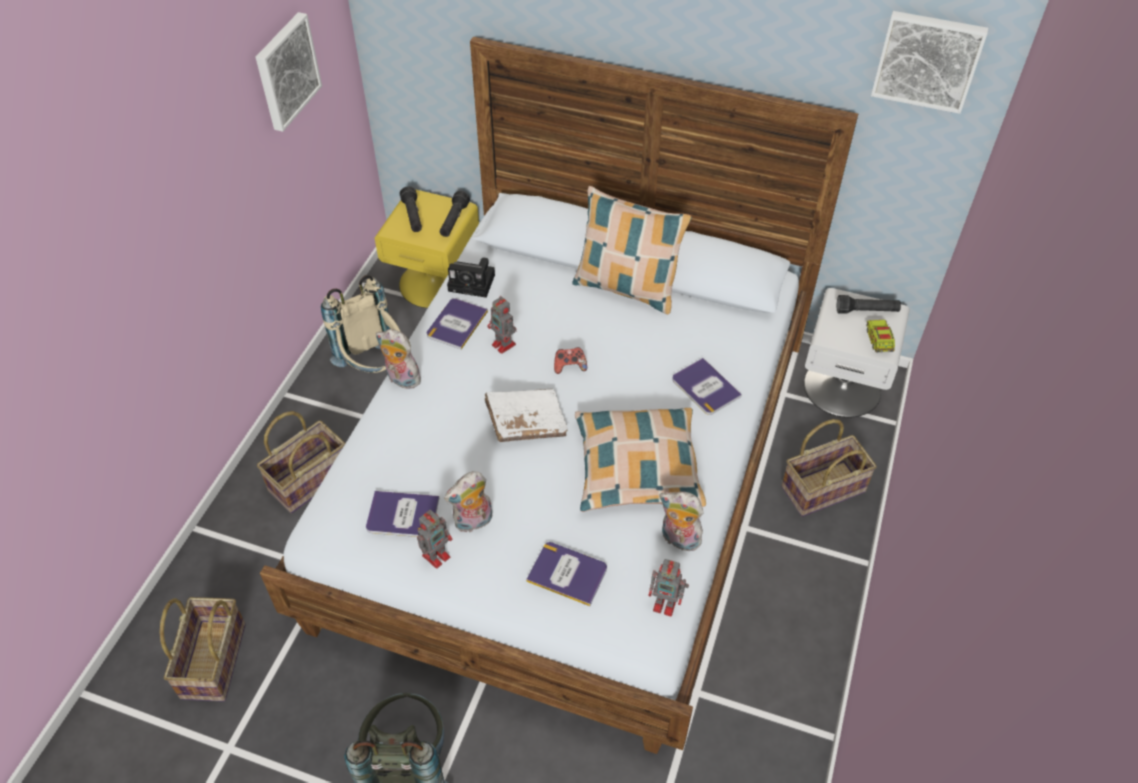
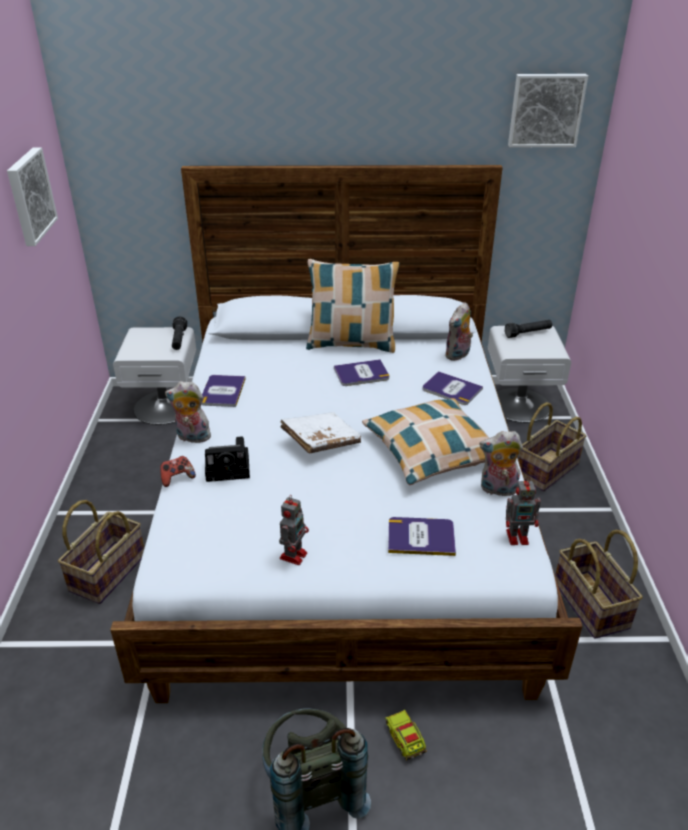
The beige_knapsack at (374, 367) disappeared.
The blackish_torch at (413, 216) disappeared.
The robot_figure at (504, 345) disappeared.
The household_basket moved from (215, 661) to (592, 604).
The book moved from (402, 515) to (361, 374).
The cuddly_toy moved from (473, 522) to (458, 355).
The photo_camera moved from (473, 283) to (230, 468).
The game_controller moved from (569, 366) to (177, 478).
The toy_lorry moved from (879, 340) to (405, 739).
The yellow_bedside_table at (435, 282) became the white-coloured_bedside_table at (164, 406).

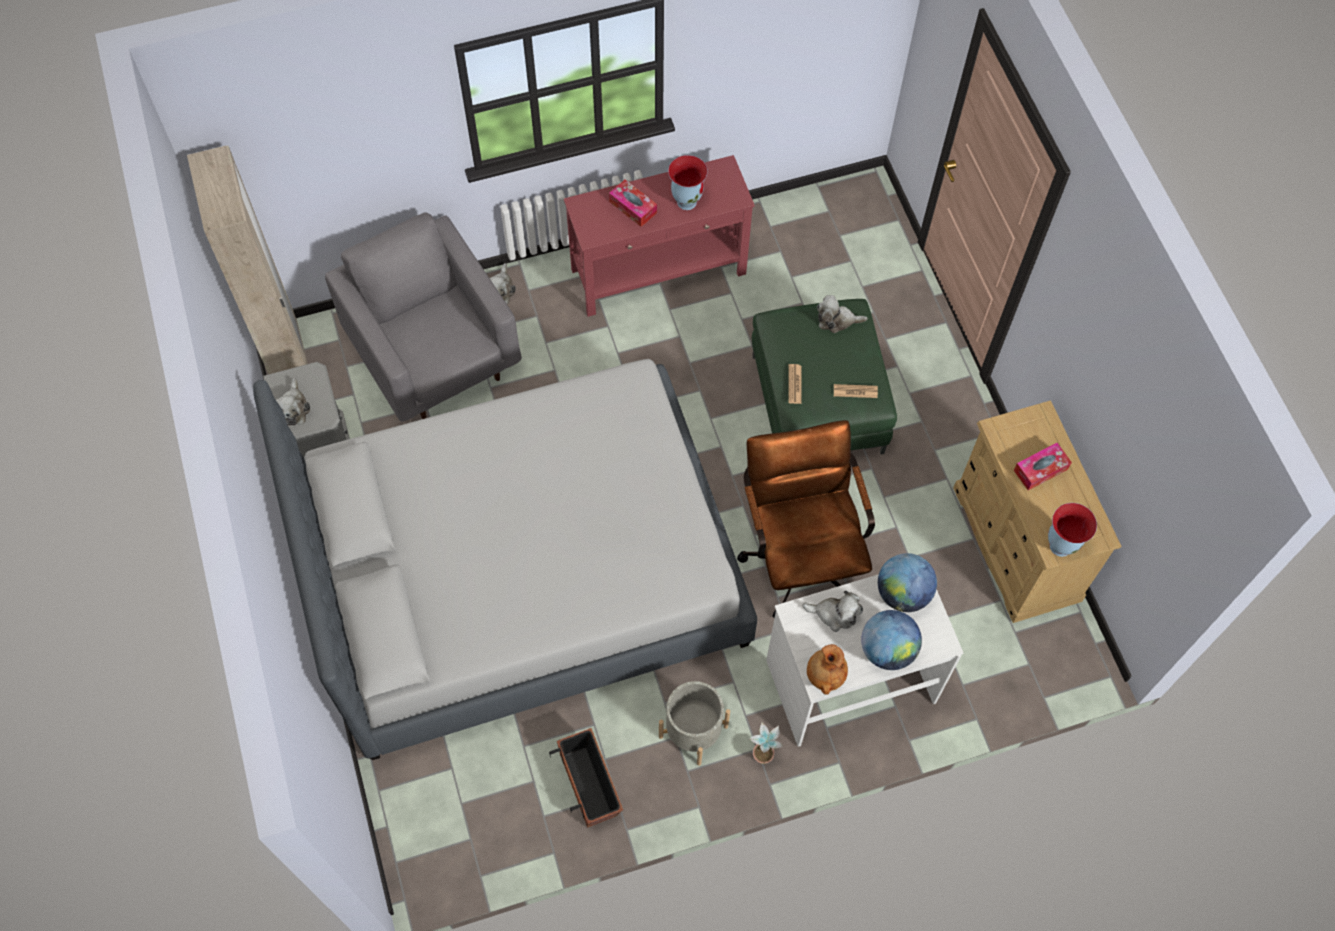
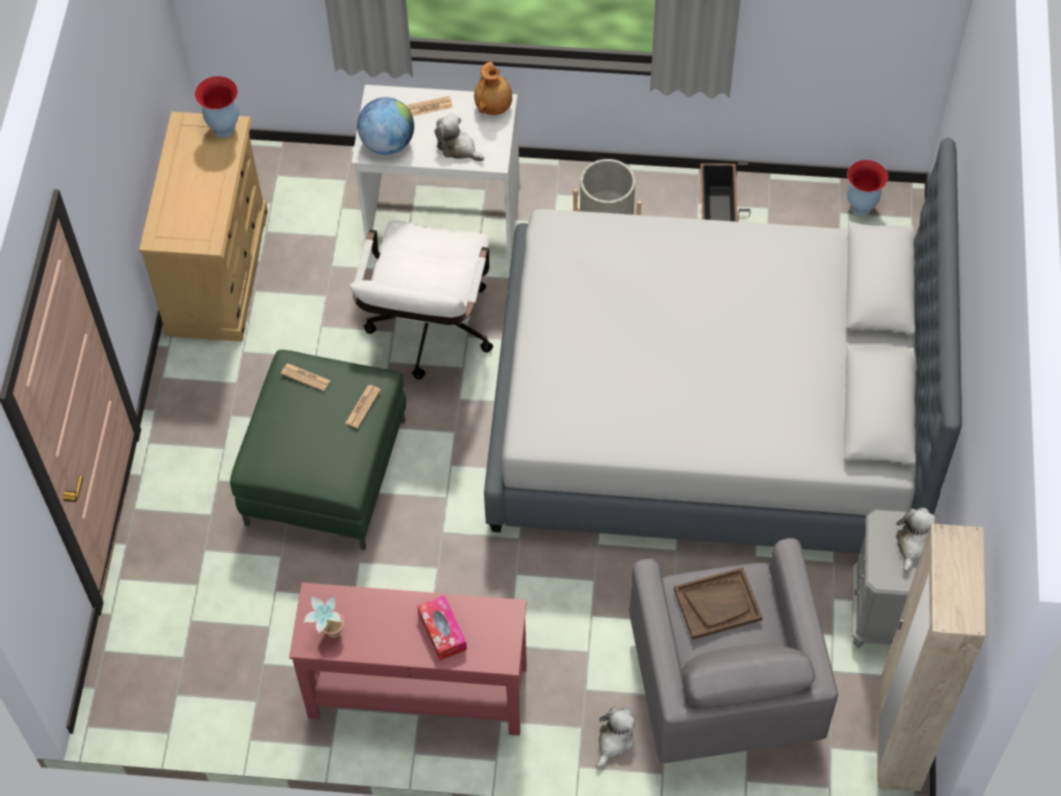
The cuddly_toy at (837, 320) disappeared.
The tissue_box at (1040, 470) disappeared.
The brown_serving_tray at (717, 604) appeared.
The flower_vase moved from (686, 201) to (860, 208).
The potted_plant moved from (764, 753) to (329, 635).
The desk_globe at (887, 650) was replaced by the newspaper at (428, 107).
The brown_office_chair at (799, 554) became the white-coloured_office_chair at (428, 335).

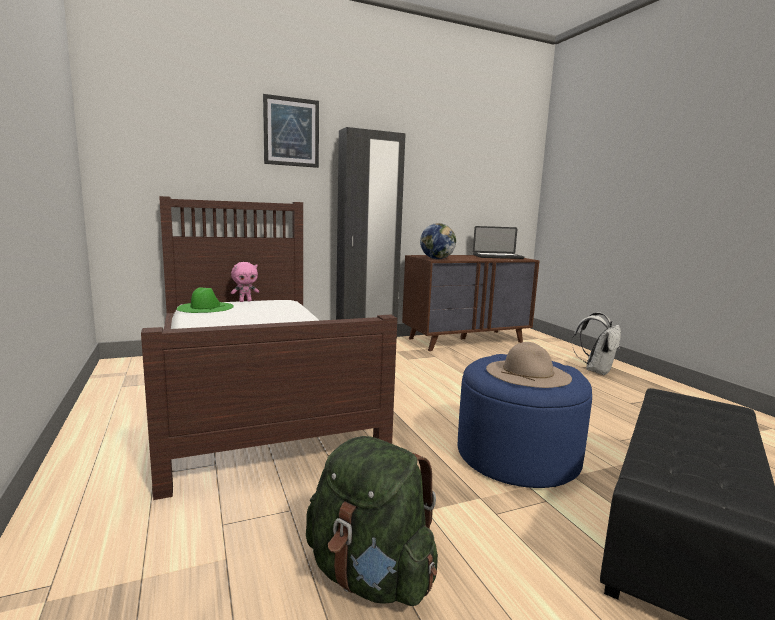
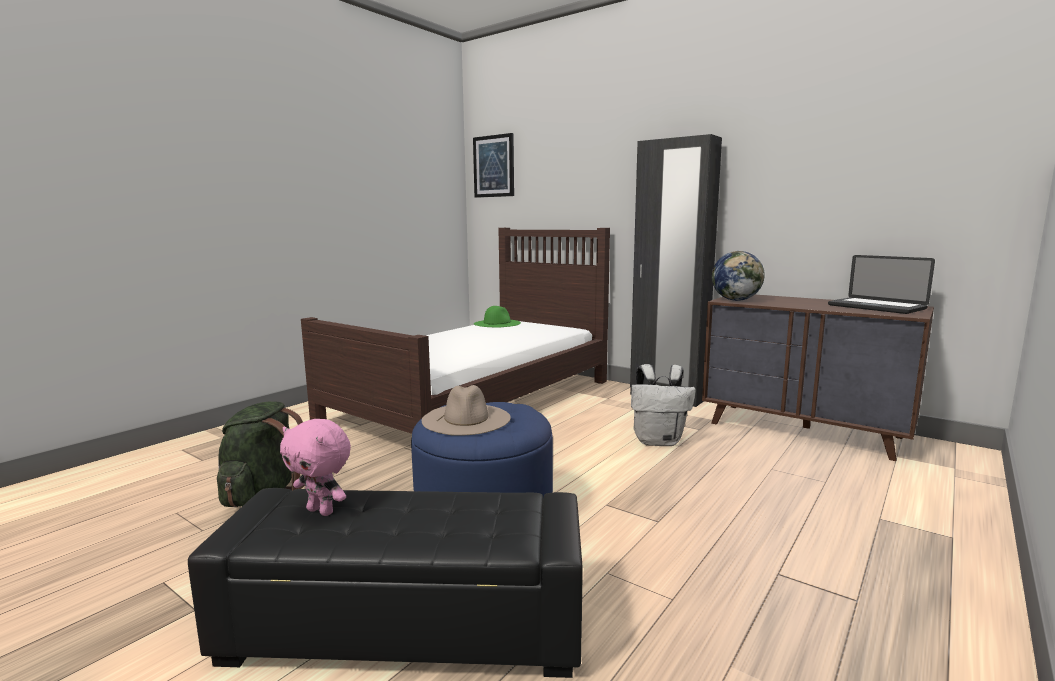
The pink_cuddly_toy moved from (245, 301) to (322, 511).
The picture moved from (291, 132) to (494, 166).
The white-coloured_knapsack moved from (596, 371) to (658, 441).

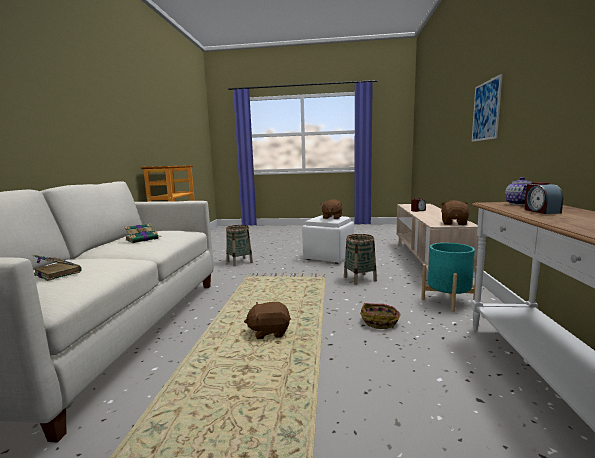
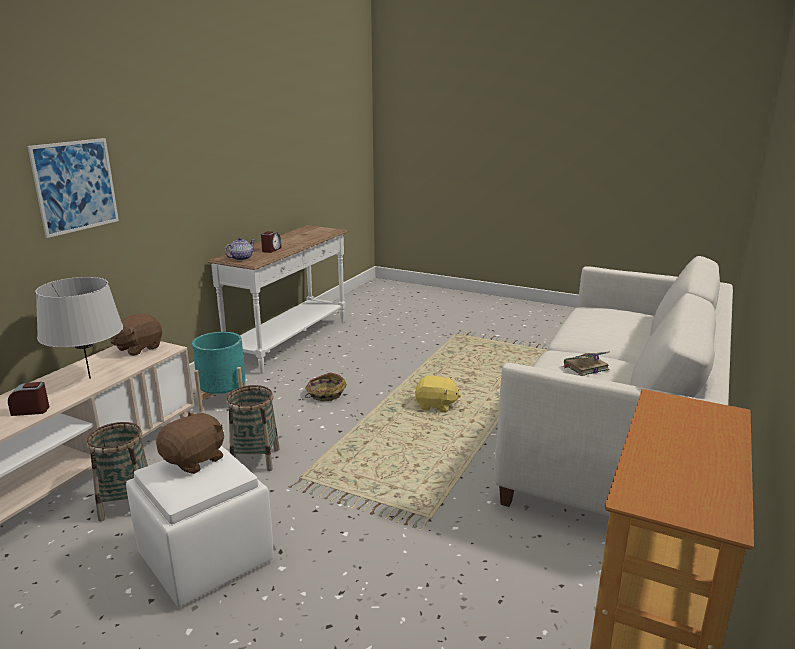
The book at (57, 273) disappeared.
The greyish_lamp_for_a_table at (89, 378) appeared.
The household_basket moved from (239, 262) to (126, 504).
The brown_cuddly_toy at (269, 332) became the yellow_cuddly_toy at (436, 406).

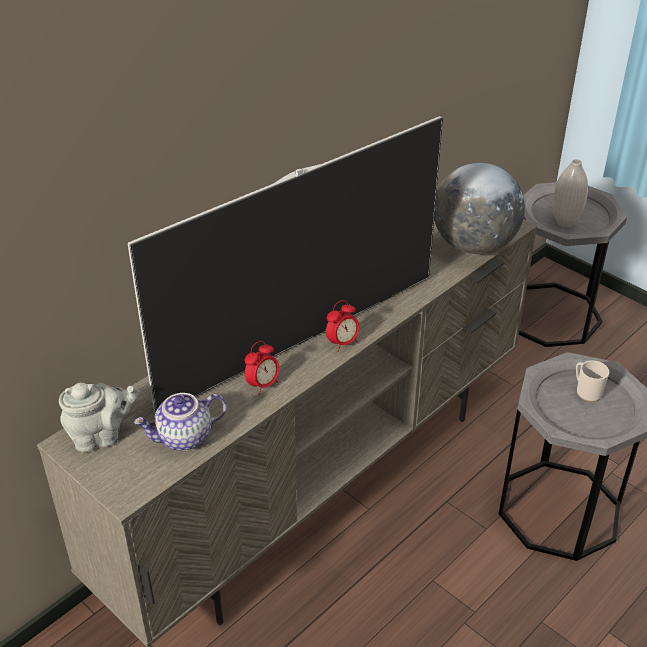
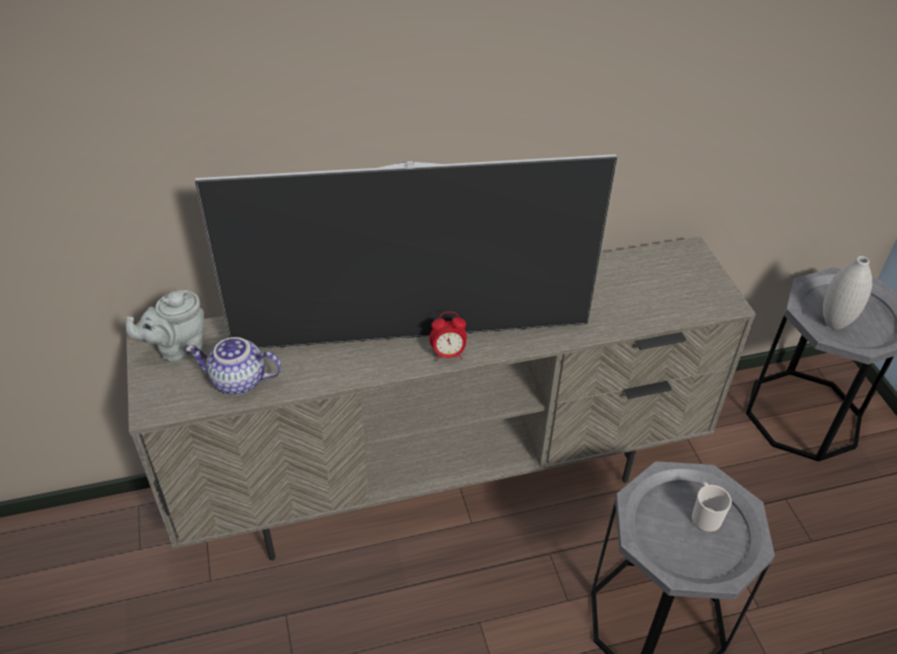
The bedside_clock at (263, 385) disappeared.
The desk_globe at (473, 245) disappeared.
The greyish_pot_for_tea at (102, 436) turned 135 degrees clockwise.

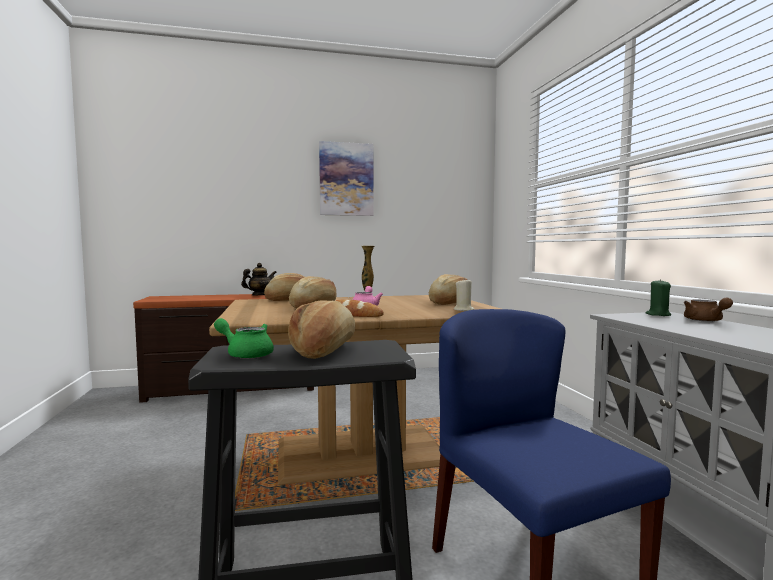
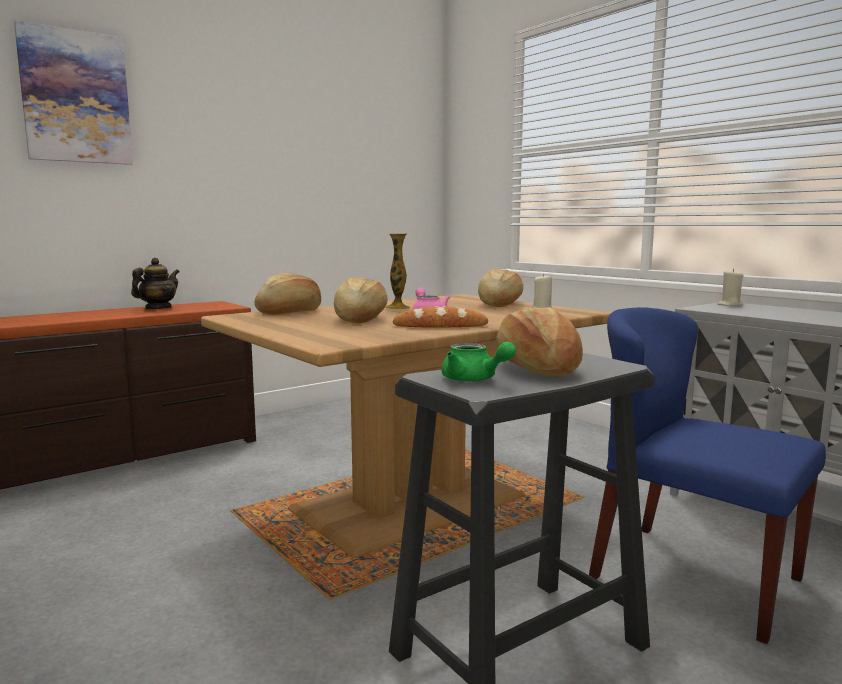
The brown_pot_for_tea at (705, 321) disappeared.
The picture moved from (346, 179) to (76, 97).
The green-coloured_wax_light at (658, 314) became the beige_wax_light at (729, 305).
The green-coloured_pot_for_tea at (246, 354) turned 135 degrees counterclockwise.

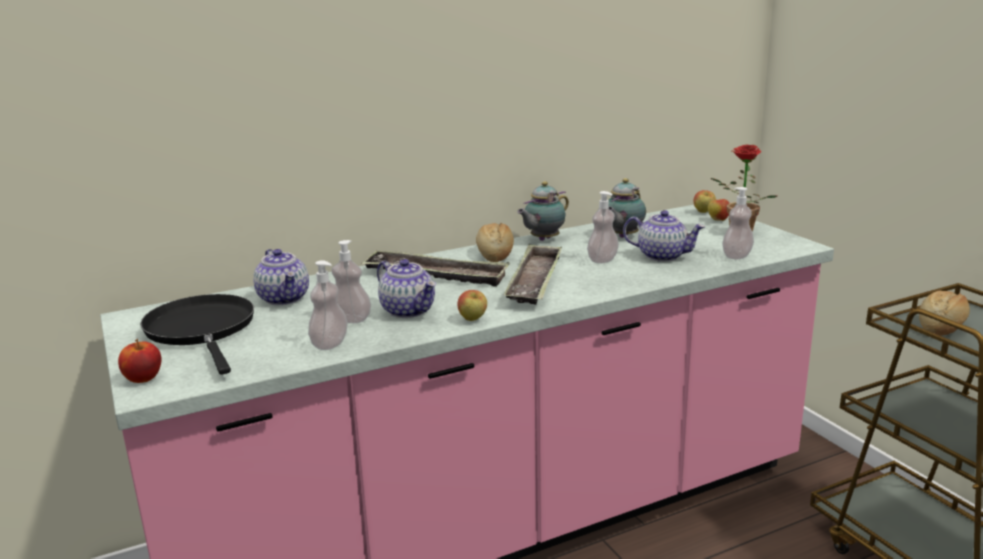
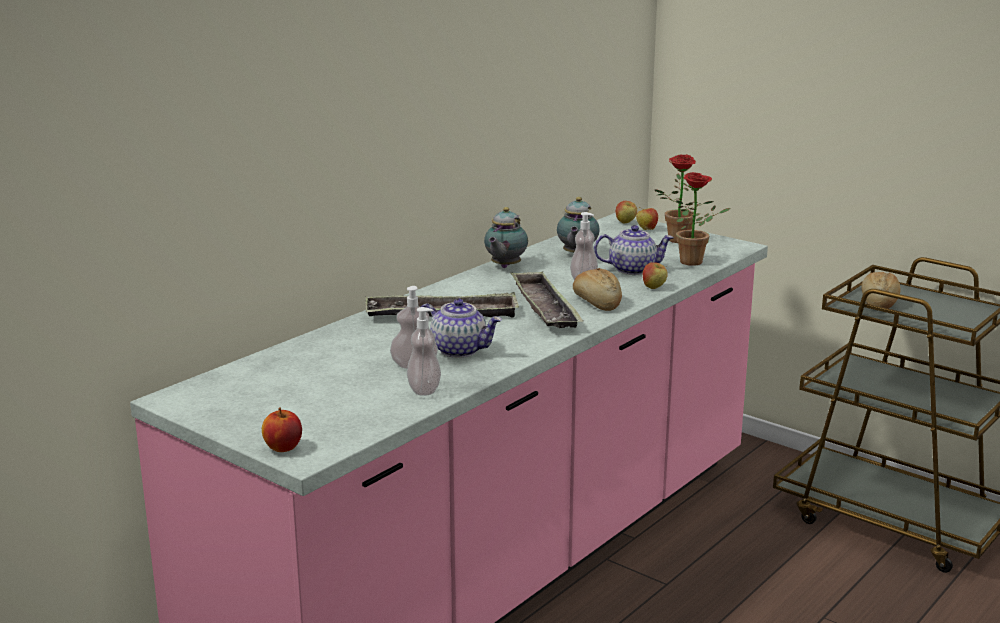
The blackish_frying_pan at (202, 330) disappeared.
The pot_for_tea at (284, 298) disappeared.
The whole_apple moved from (473, 320) to (654, 288).
The baked_bread moved from (495, 254) to (597, 302).
The soap_bottle at (737, 256) was replaced by the potted_plant at (696, 262).

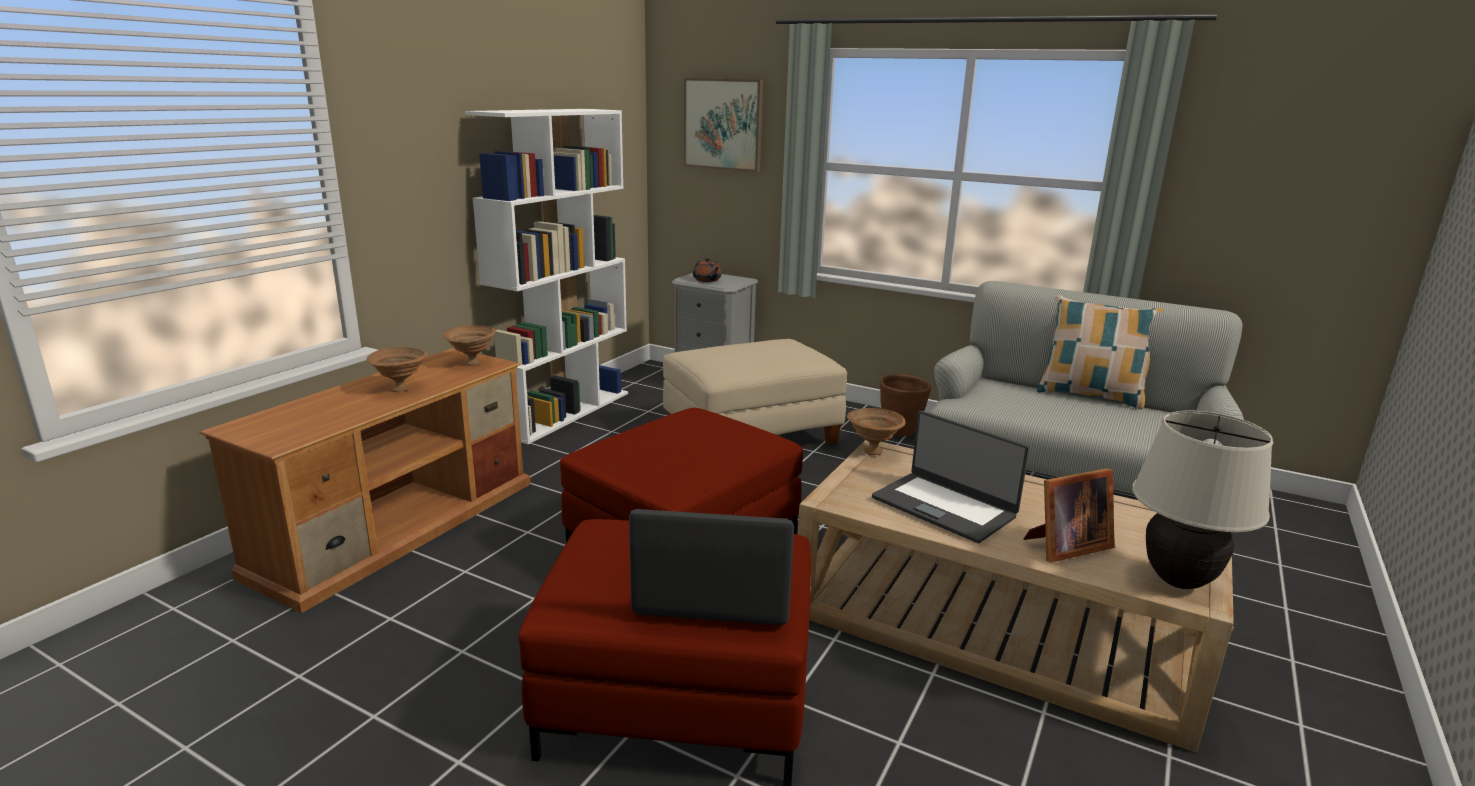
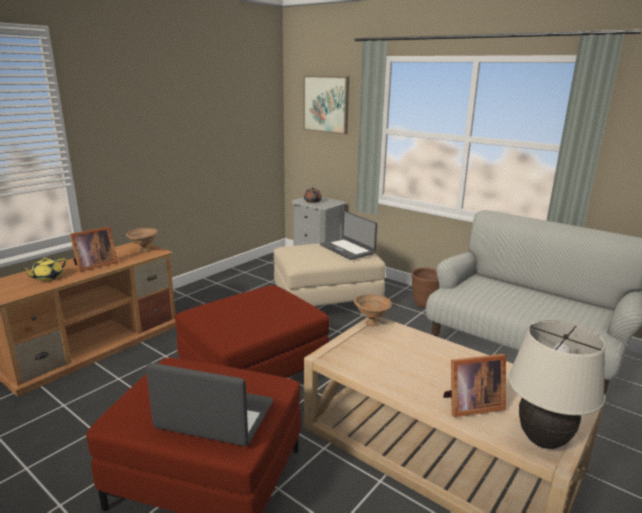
The white-coloured_bookshelf at (564, 412) disappeared.
The throw_pillow at (1090, 396) disappeared.
The yellow_pot_for_tea at (47, 277) appeared.
The laptop moved from (944, 506) to (347, 249).
The brown_deep_dish at (401, 388) was replaced by the picture_frame at (94, 265).

